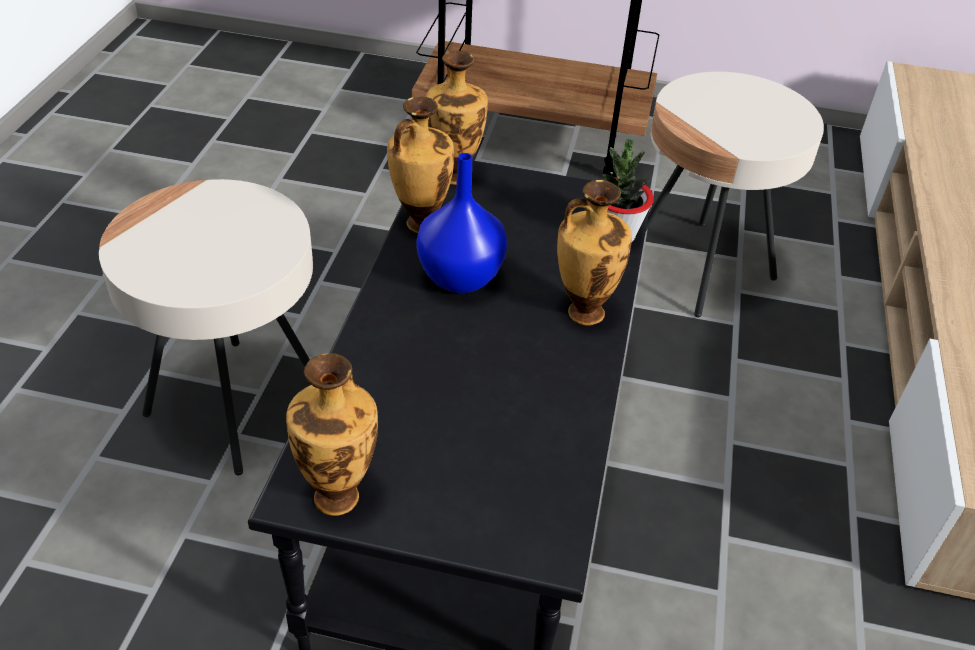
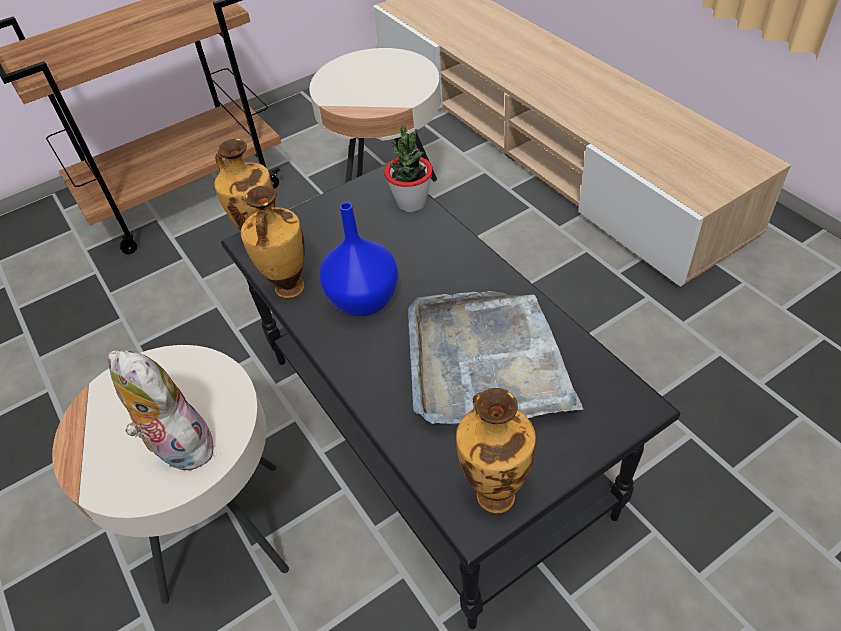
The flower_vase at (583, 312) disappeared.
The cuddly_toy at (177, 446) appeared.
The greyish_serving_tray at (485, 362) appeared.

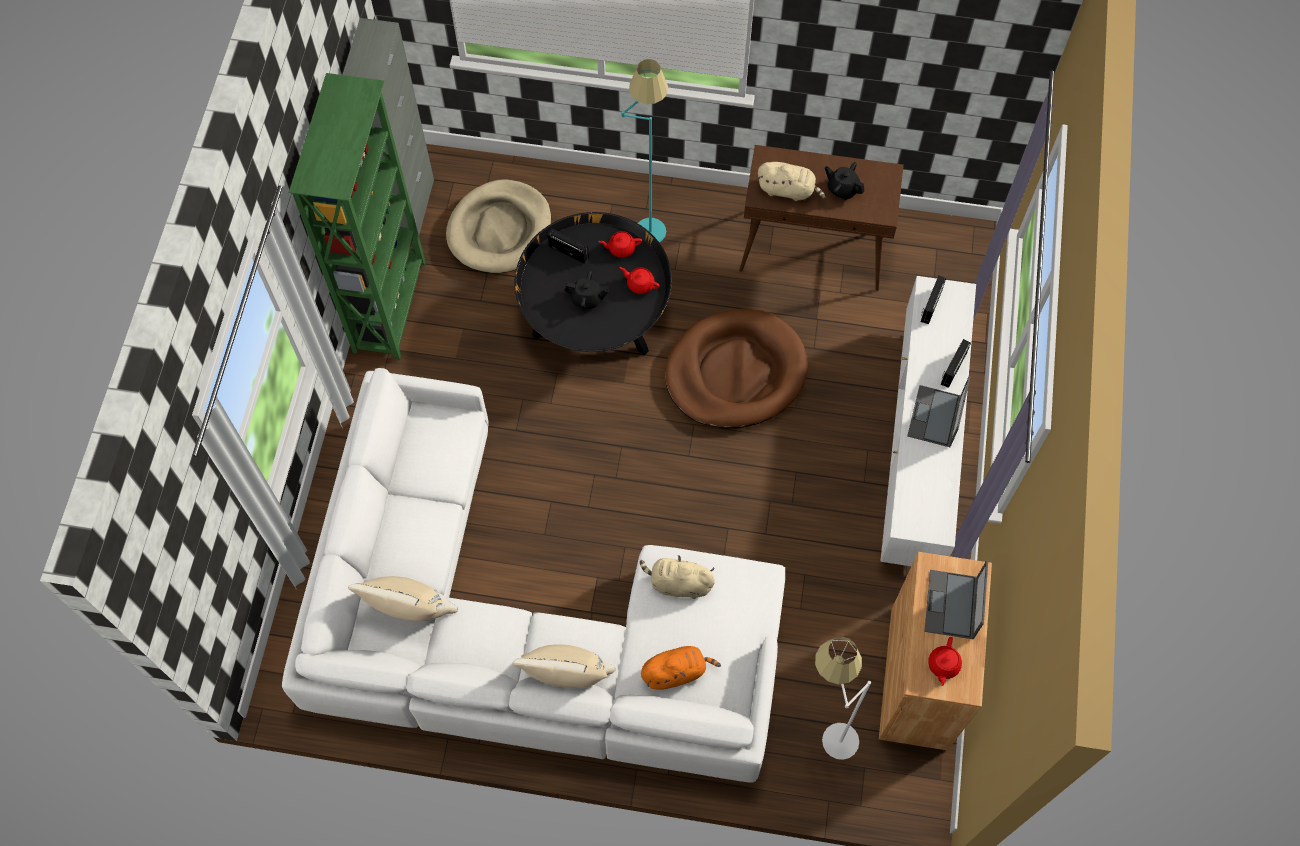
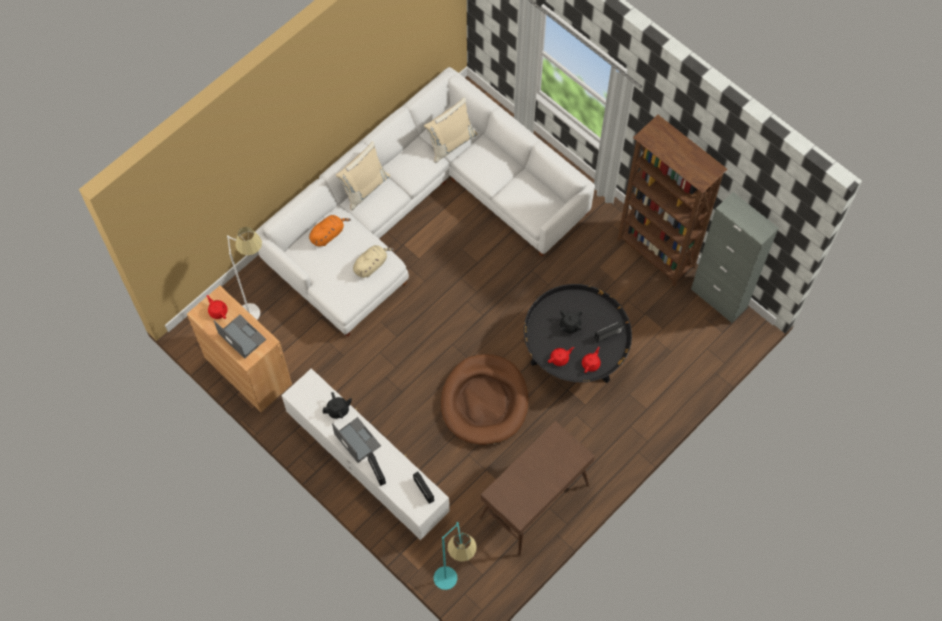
The beige_dog_bed at (500, 230) disappeared.
The beige_cuddly_toy at (788, 190) disappeared.
The turquoise_standing_lamp moved from (648, 219) to (455, 583).
The blackish_pot_for_tea moved from (842, 189) to (338, 410).
The green-coloured_bookshelf at (391, 306) became the brown_bookshelf at (656, 253).
The orange_cuddly_toy at (676, 671) turned 150 degrees counterclockwise.

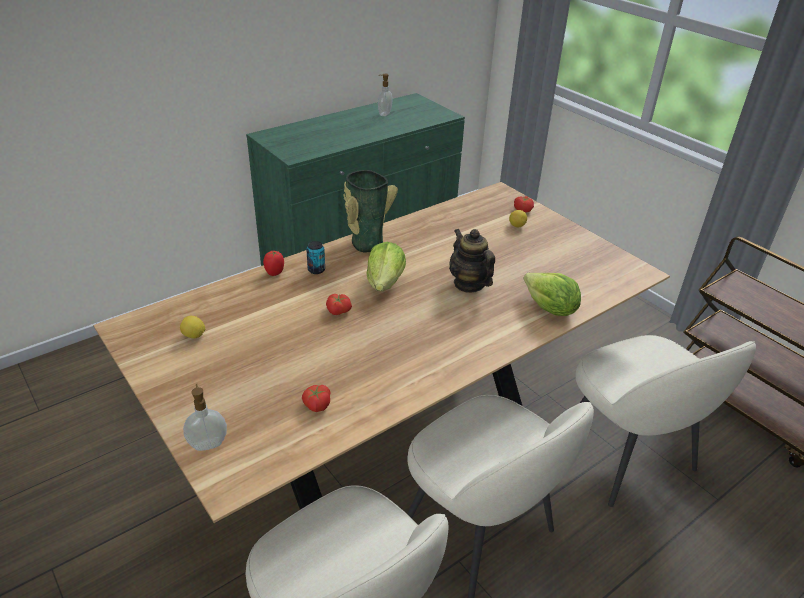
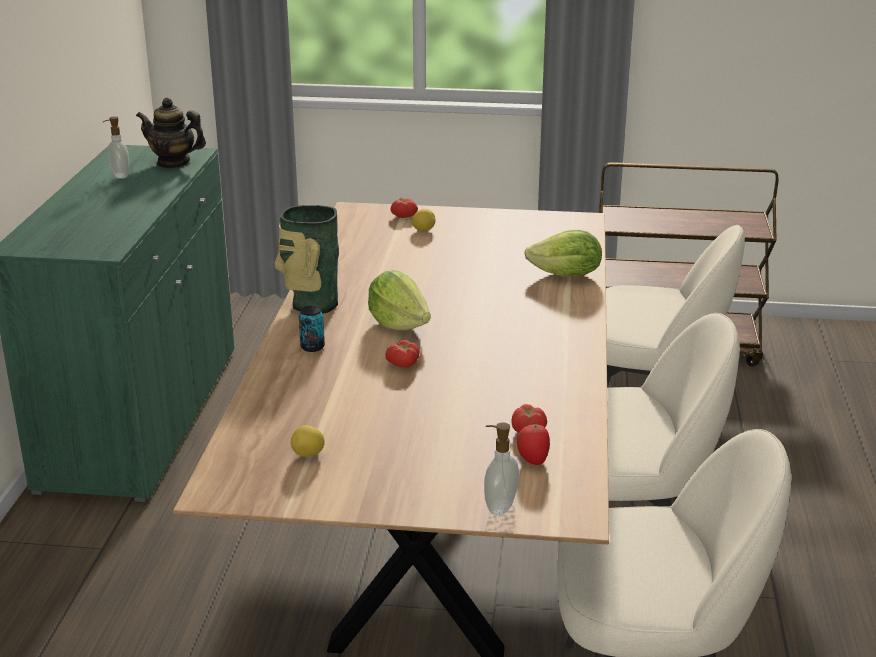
The whole_tomato moved from (275, 272) to (532, 460).
The pot_for_tea moved from (469, 284) to (173, 162).

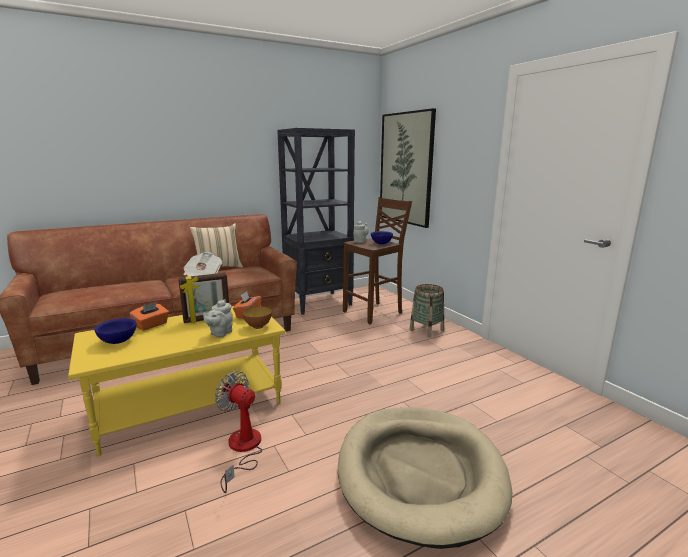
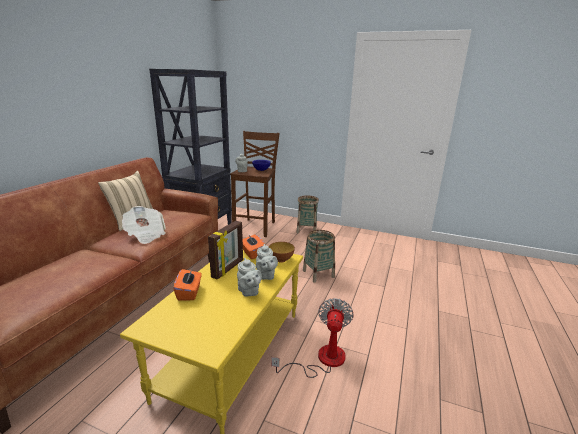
The blue_deep_dish at (118, 341) disappeared.
The beige_dog_bed at (420, 473) disappeared.
The picture at (406, 168) disappeared.
The greyish_pot_for_tea at (249, 292) appeared.
The household_basket at (318, 274) appeared.
The cooling_fan at (242, 449) turned 105 degrees clockwise.

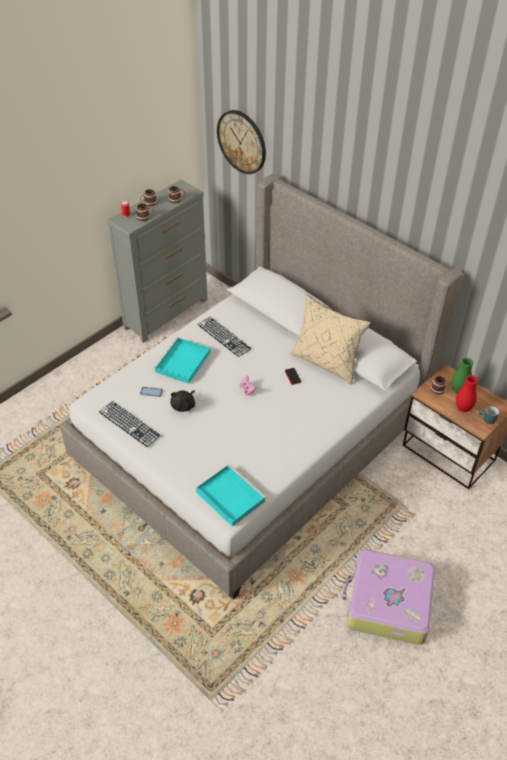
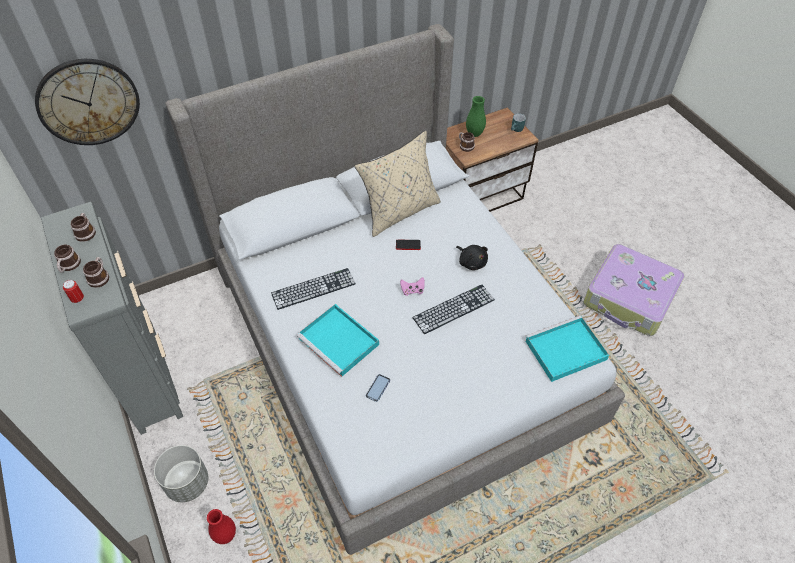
The greyish_plant_pot at (187, 483) appeared.
The PC_keyboard moved from (129, 424) to (453, 308).
The blackish_cuddly_toy moved from (184, 405) to (471, 262).
The red-coloured_flower_vase moved from (463, 408) to (225, 535).

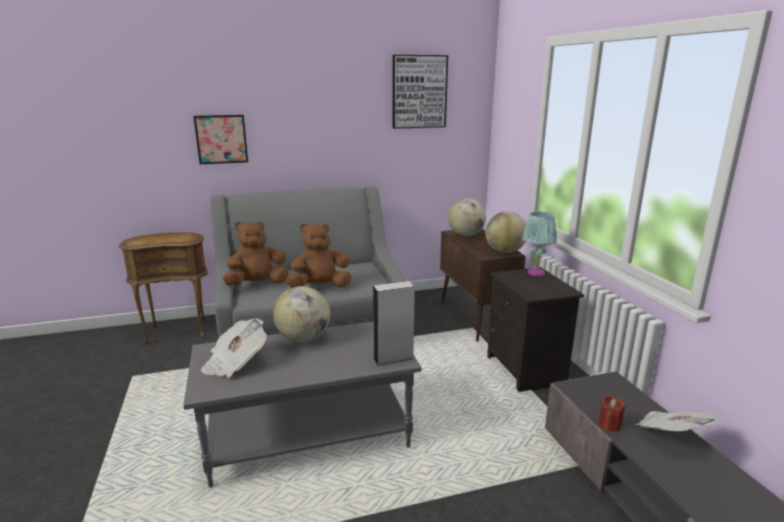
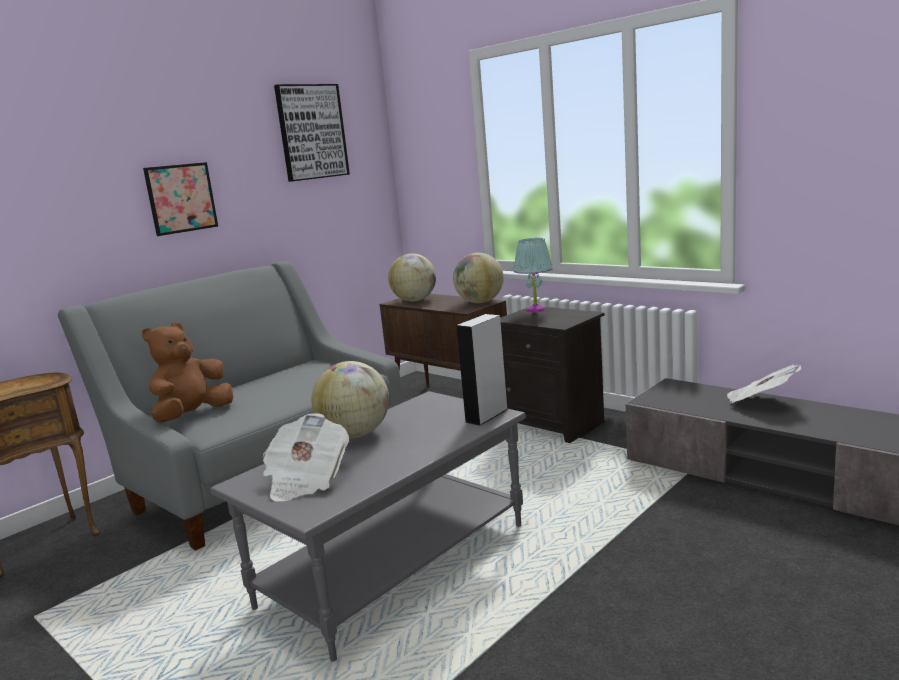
The brown_cuddly_toy at (320, 287) disappeared.
The red-coloured_wax_light at (609, 424) disappeared.
The picture moved from (221, 139) to (181, 198).

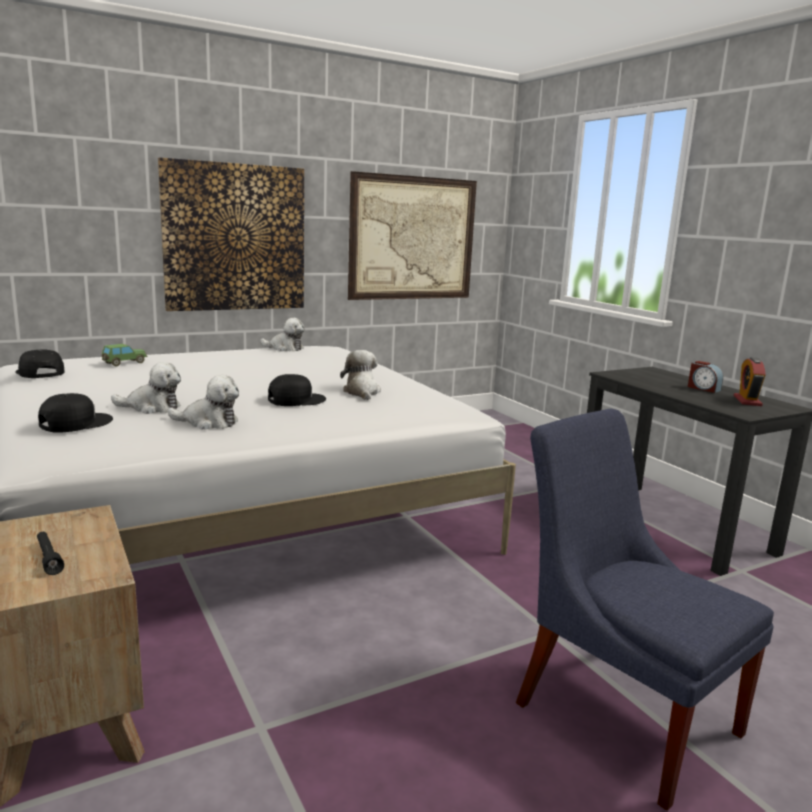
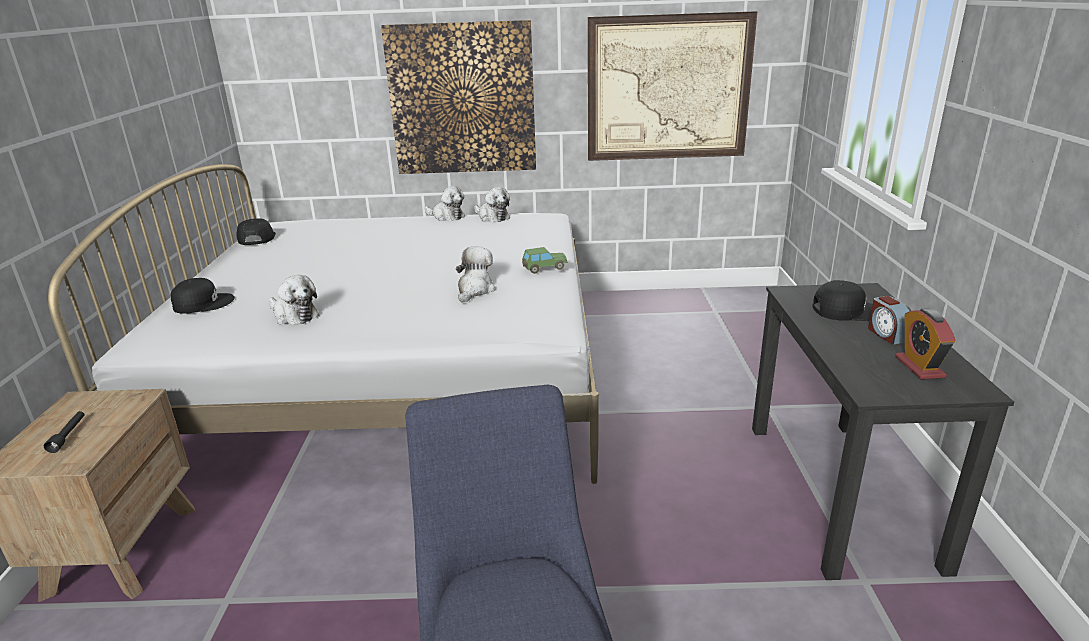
The miniature_car moved from (124, 363) to (544, 268).
The cuddly_toy moved from (151, 407) to (446, 217).
The blackish_peaked_cap moved from (296, 399) to (844, 310).
The bedside_clock at (747, 401) turned 45 degrees counterclockwise.

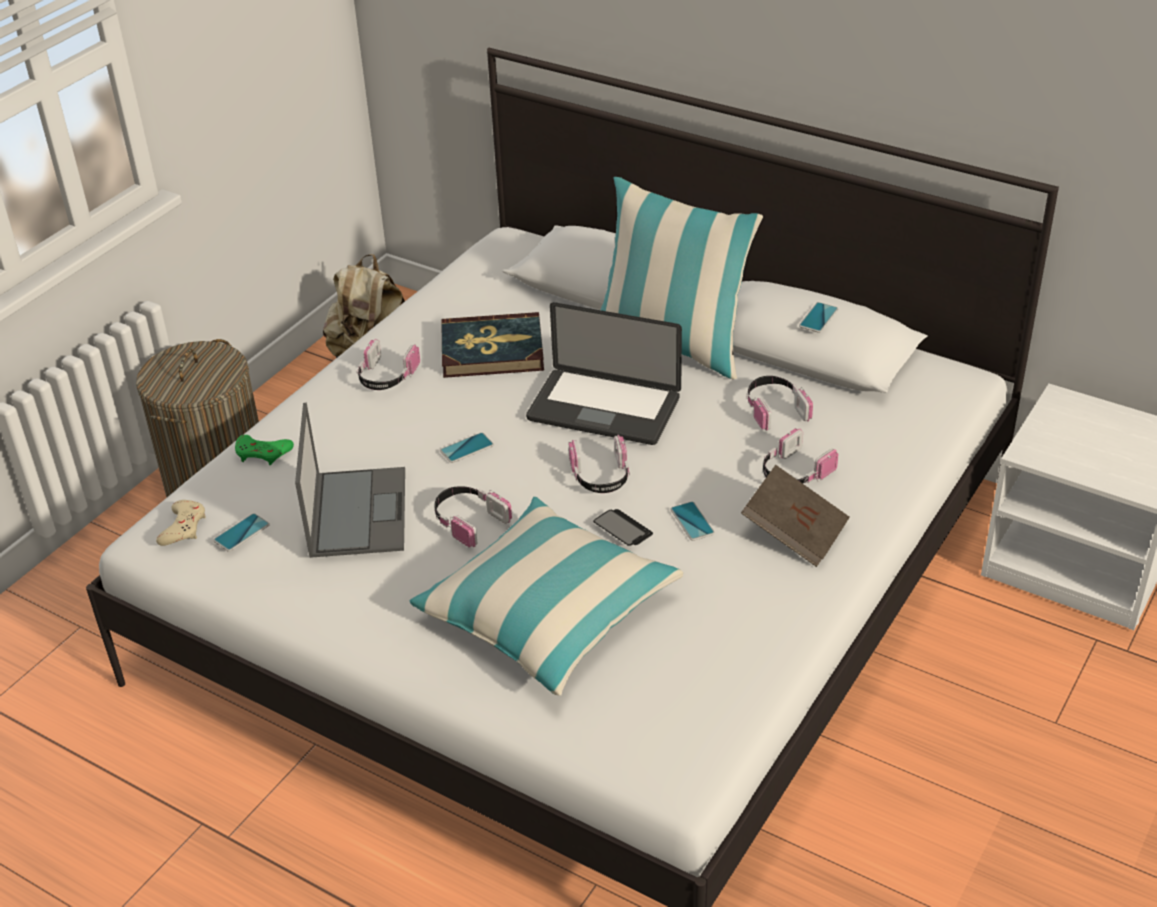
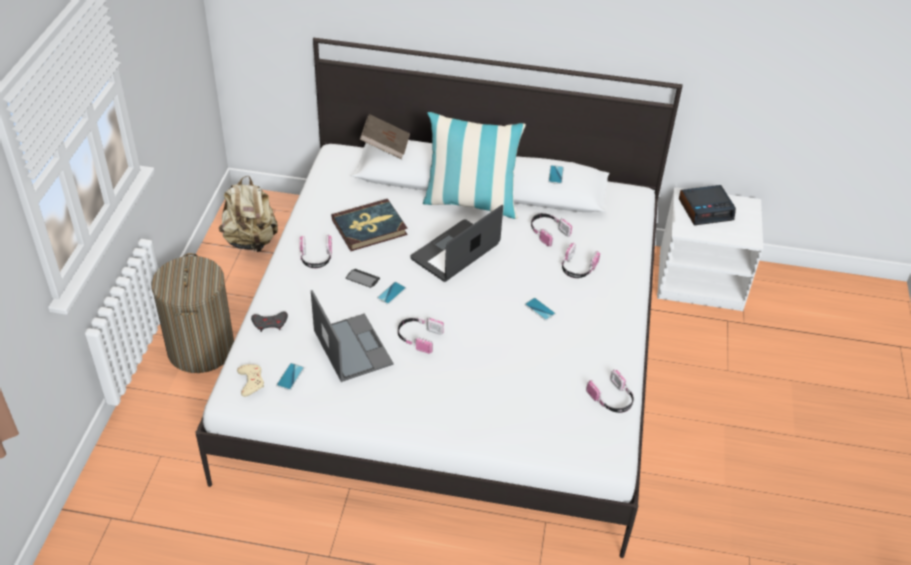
The throw_pillow at (547, 613) disappeared.
The bedside_clock at (706, 209) appeared.
The pair_of_headphones moved from (601, 477) to (612, 399).
The telephone moved from (623, 529) to (362, 279).
The brown_book moved from (794, 533) to (385, 146).
The green-coloured_game_controller at (263, 453) became the greyish_game_controller at (270, 323).
The laptop at (603, 409) turned 135 degrees clockwise.

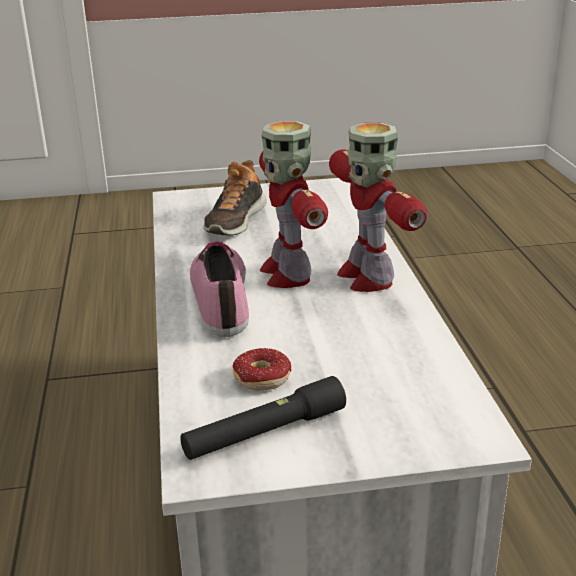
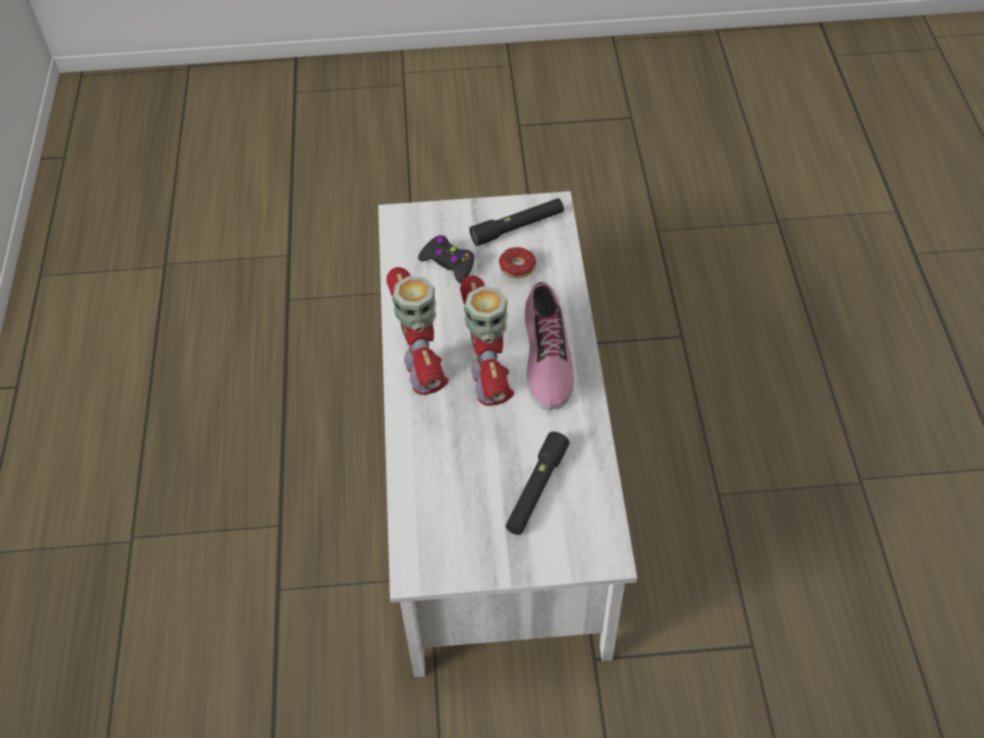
The blackish_game_controller at (448, 263) appeared.
The item_of_footwear at (235, 220) was replaced by the blackish_torch at (536, 489).

